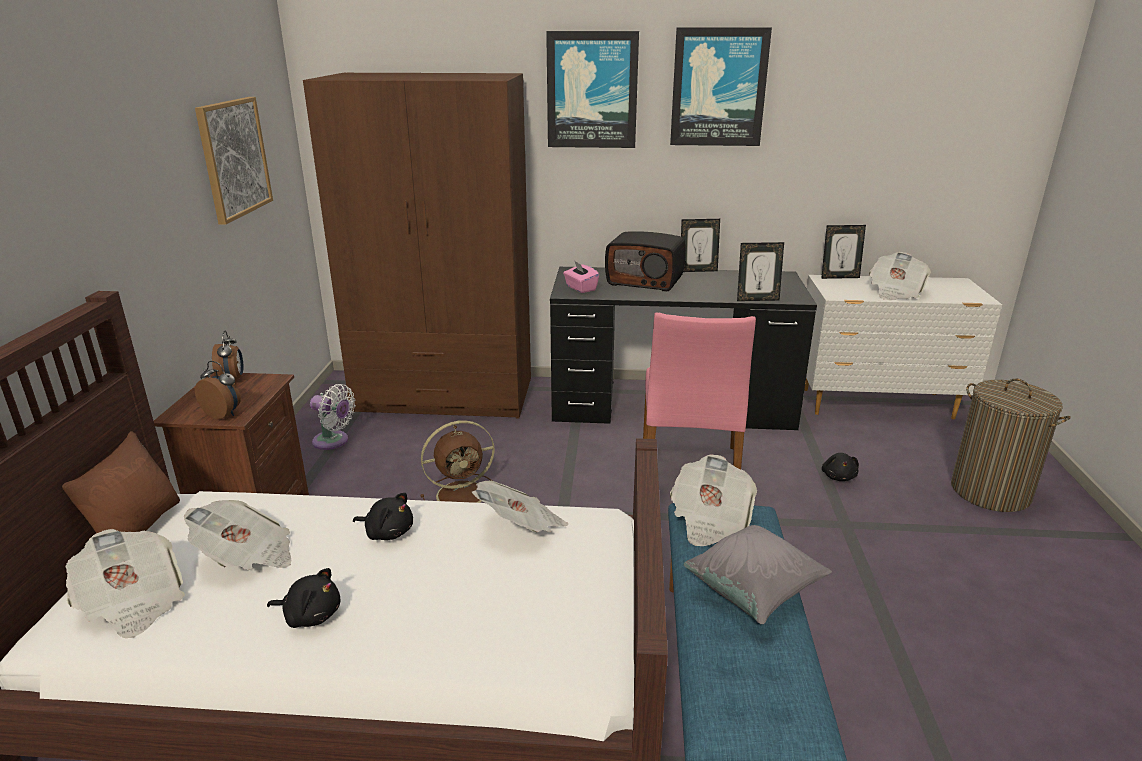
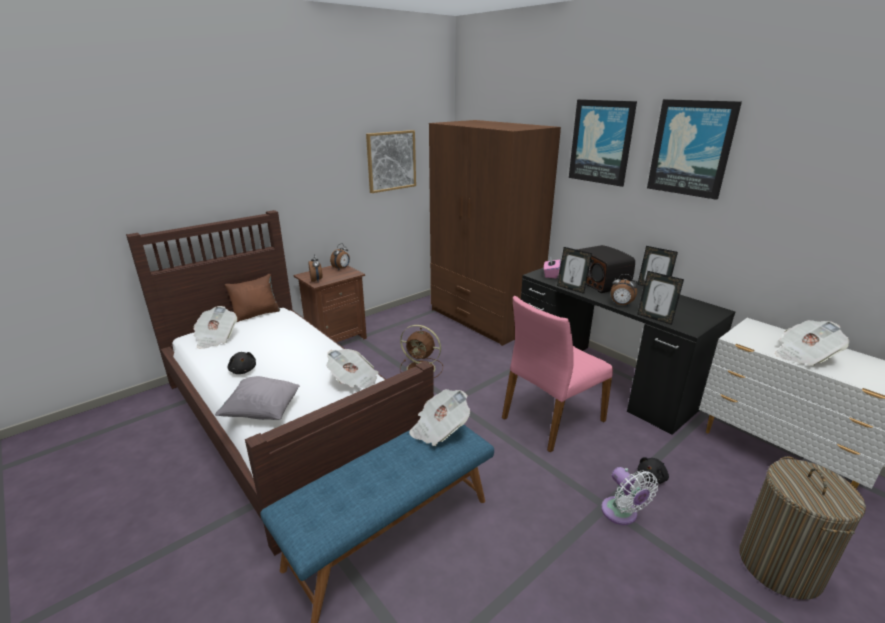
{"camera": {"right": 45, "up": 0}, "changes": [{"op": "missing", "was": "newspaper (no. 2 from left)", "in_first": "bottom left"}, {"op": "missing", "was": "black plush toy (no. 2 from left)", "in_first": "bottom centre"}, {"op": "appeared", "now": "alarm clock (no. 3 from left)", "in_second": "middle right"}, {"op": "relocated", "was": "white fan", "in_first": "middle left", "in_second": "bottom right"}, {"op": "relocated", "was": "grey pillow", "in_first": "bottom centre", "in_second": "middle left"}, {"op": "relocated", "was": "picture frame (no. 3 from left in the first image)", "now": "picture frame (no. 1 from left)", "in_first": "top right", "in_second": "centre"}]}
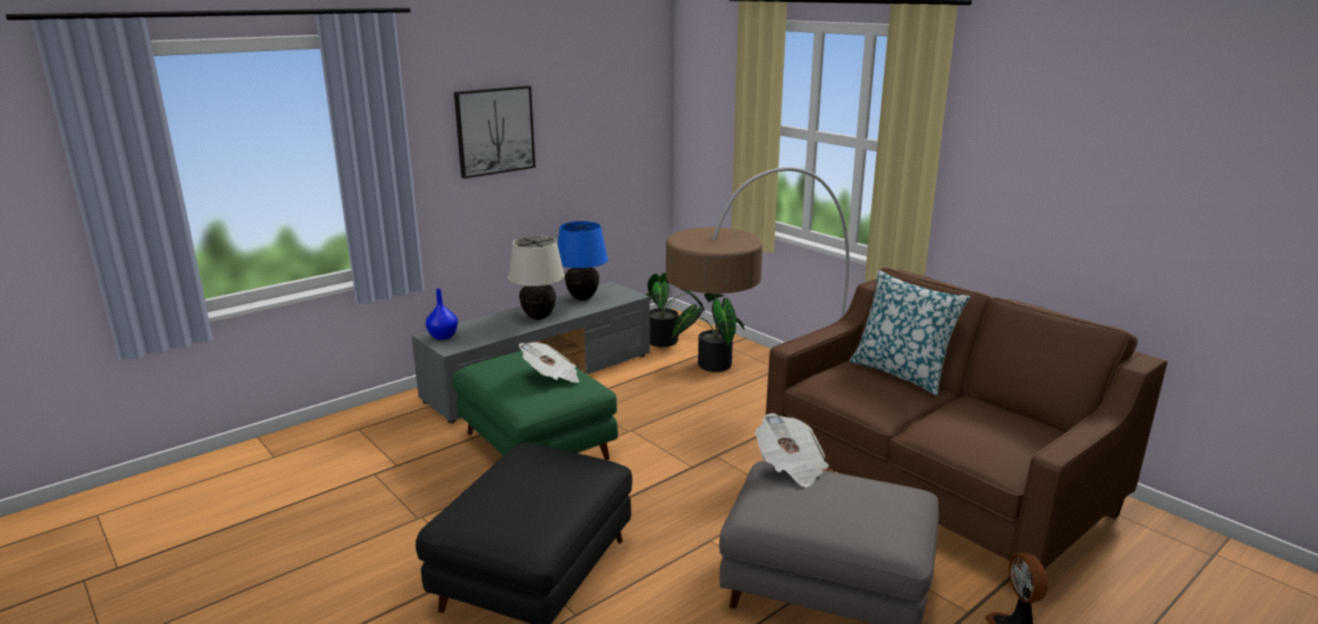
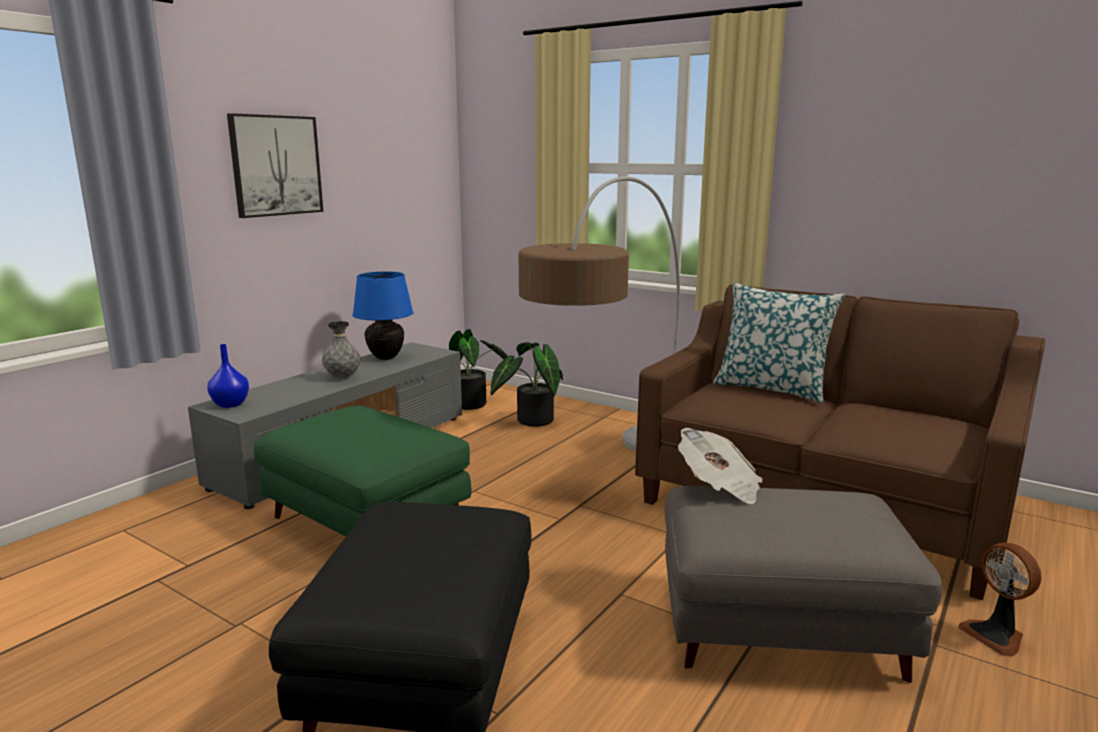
{"camera": {"right": -15, "up": -5}, "changes": [{"op": "missing", "was": "newspaper (no. 1 from left)", "in_first": "centre"}, {"op": "exchanged", "was": "beige table lamp", "now": "grey vase", "in_first": "centre", "in_second": "middle left"}]}
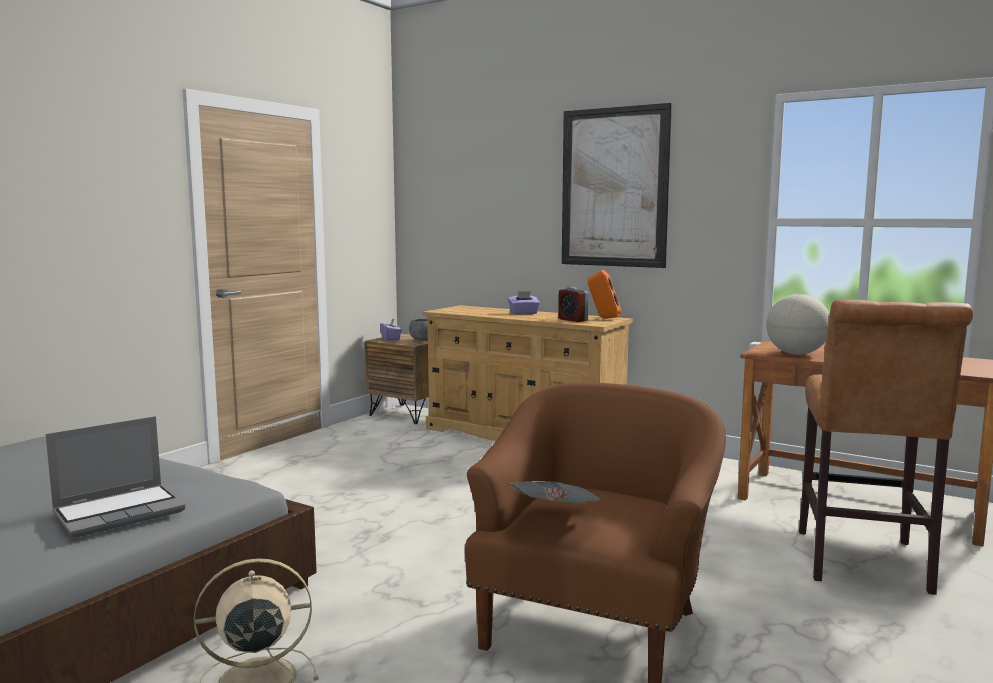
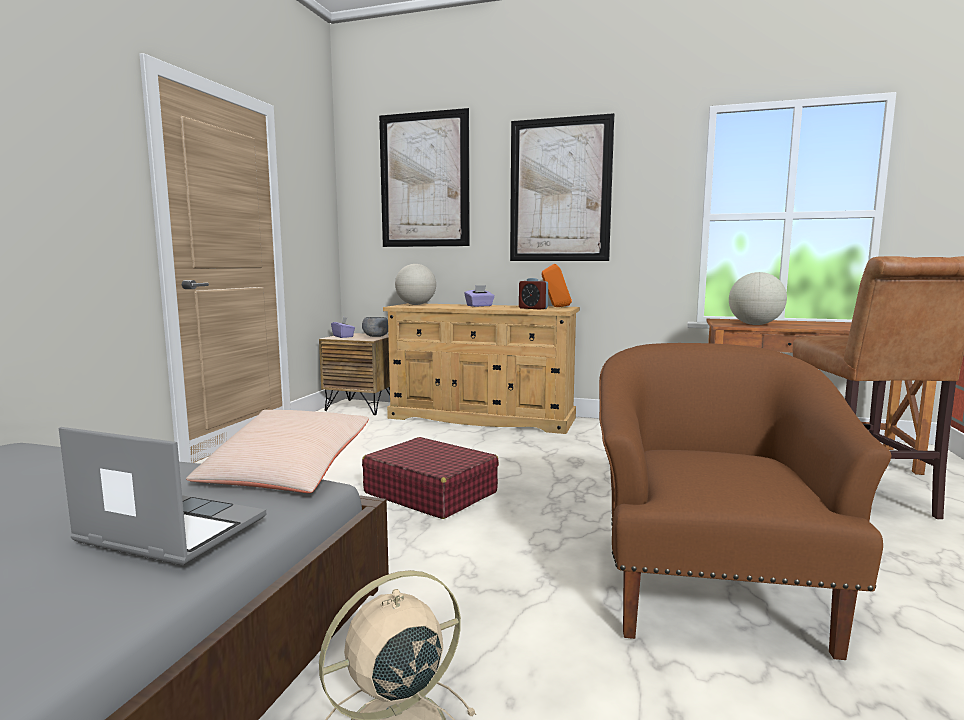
{"camera": {"right": -15, "up": 0}, "changes": [{"op": "missing", "was": "newspaper", "in_first": "bottom centre"}, {"op": "appeared", "now": "beige pillow", "in_second": "middle left"}, {"op": "appeared", "now": "red suitcase", "in_second": "centre"}, {"op": "appeared", "now": "picture (no. 1 from left)", "in_second": "top centre"}, {"op": "appeared", "now": "globe (no. 1 from left)", "in_second": "centre"}, {"op": "spun", "was": "laptop", "in_first": "bottom left", "in_second": "bottom left", "clockwise": -105}]}
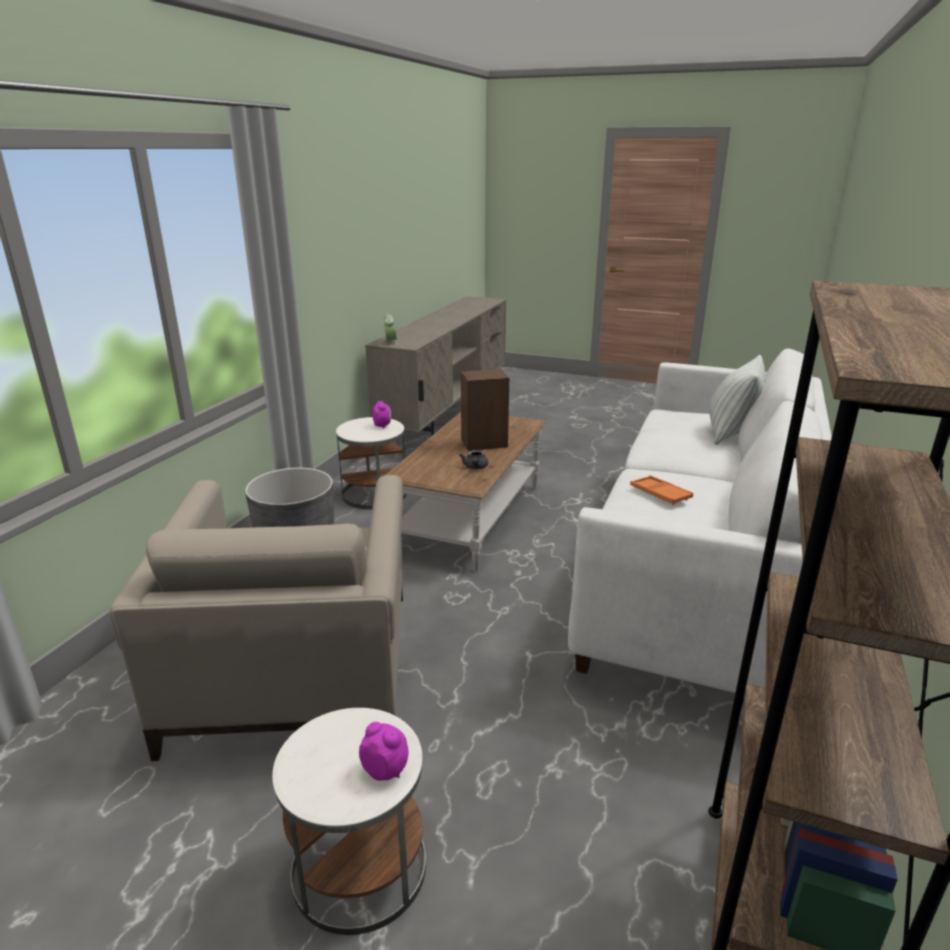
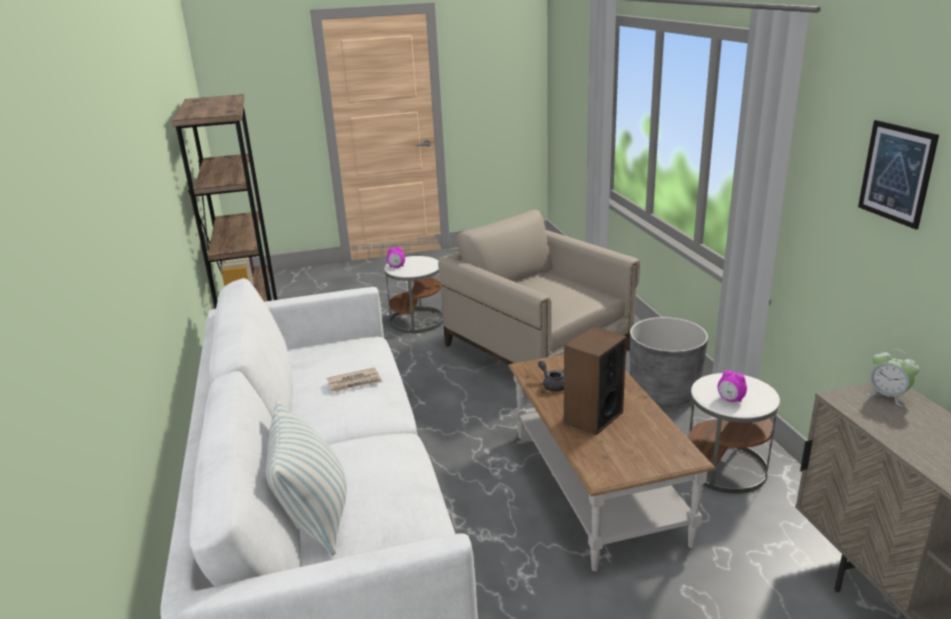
{"camera": {"right": 145, "up": 0}, "changes": [{"op": "appeared", "now": "picture", "in_second": "top right"}, {"op": "exchanged", "was": "orange tray", "now": "newspaper", "in_first": "middle right", "in_second": "centre"}]}
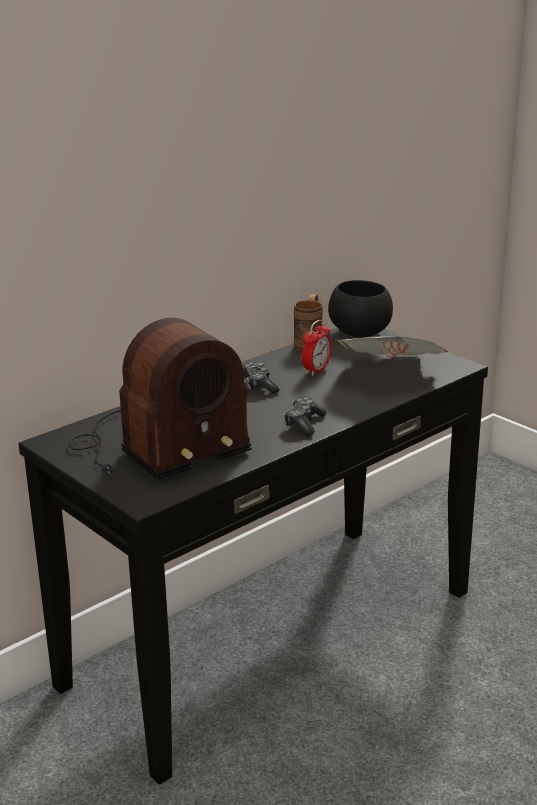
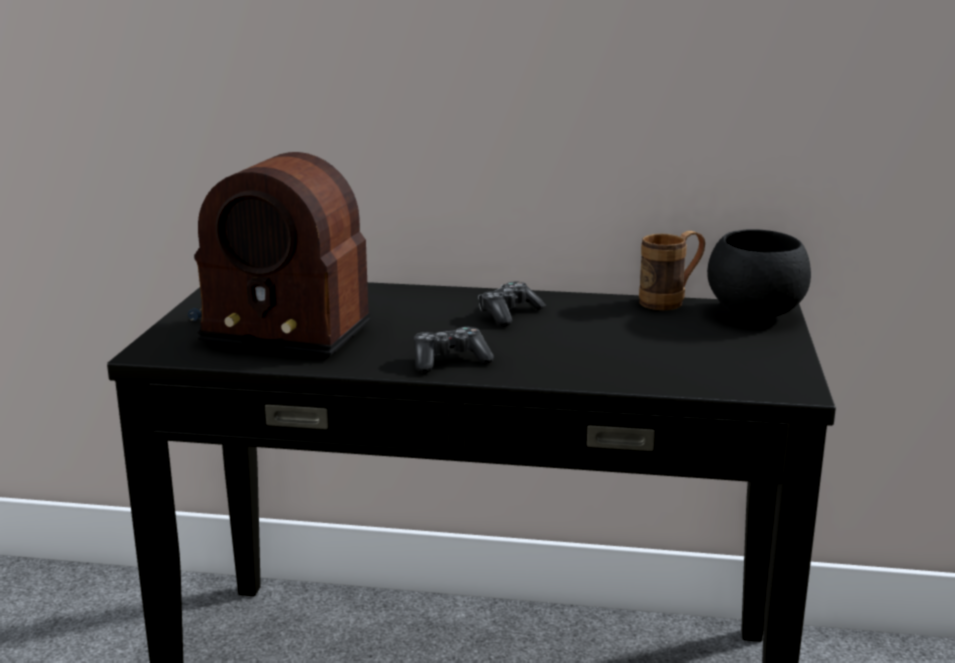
{"camera": {"right": 50, "up": -5}, "changes": [{"op": "missing", "was": "alarm clock", "in_first": "centre"}, {"op": "missing", "was": "newspaper", "in_first": "middle right"}]}
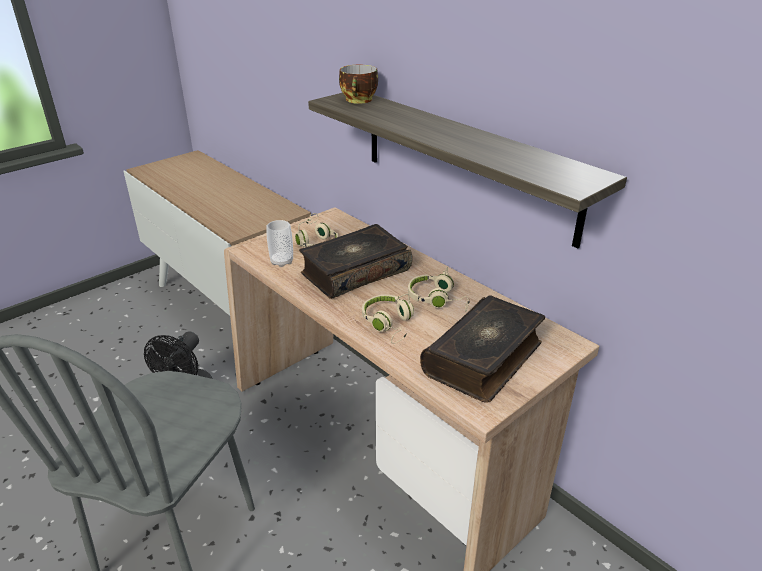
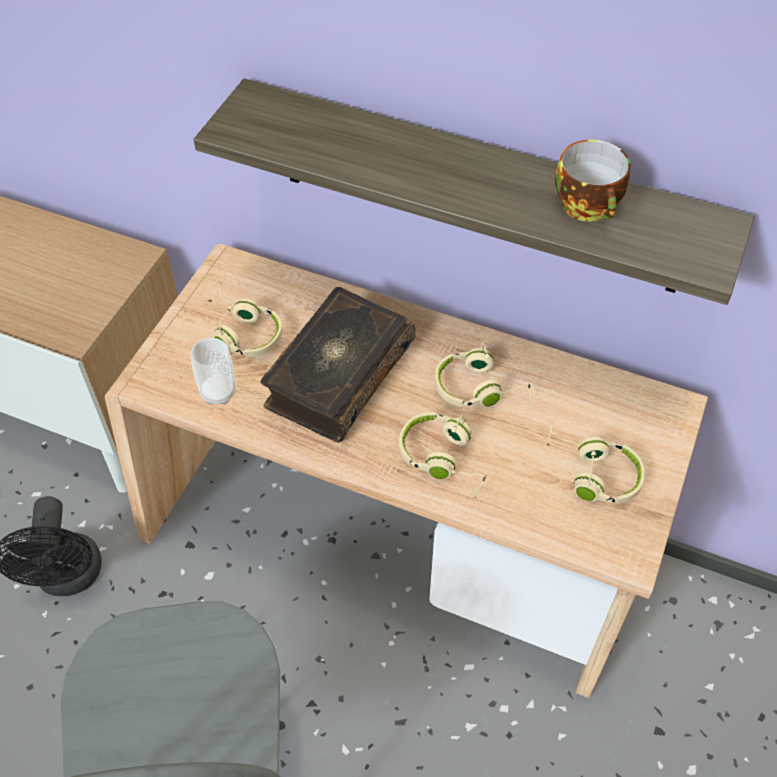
{"camera": {"right": -25, "up": 20}, "changes": [{"op": "relocated", "was": "cup (no. 2 from left)", "in_first": "top centre", "in_second": "top right"}, {"op": "exchanged", "was": "book (no. 2 from left)", "now": "beige headphones (no. 4 from left)", "in_first": "centre", "in_second": "middle right"}]}
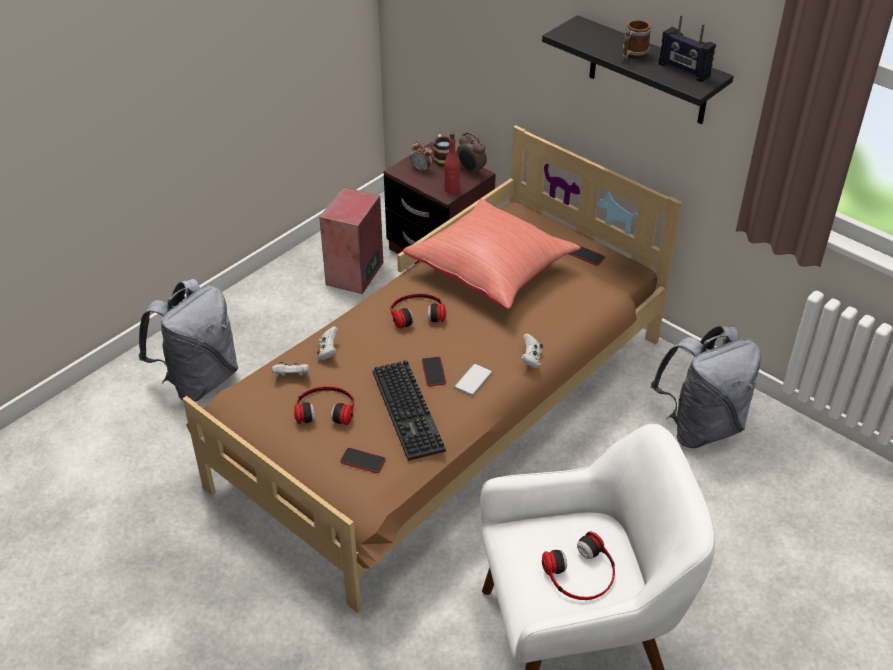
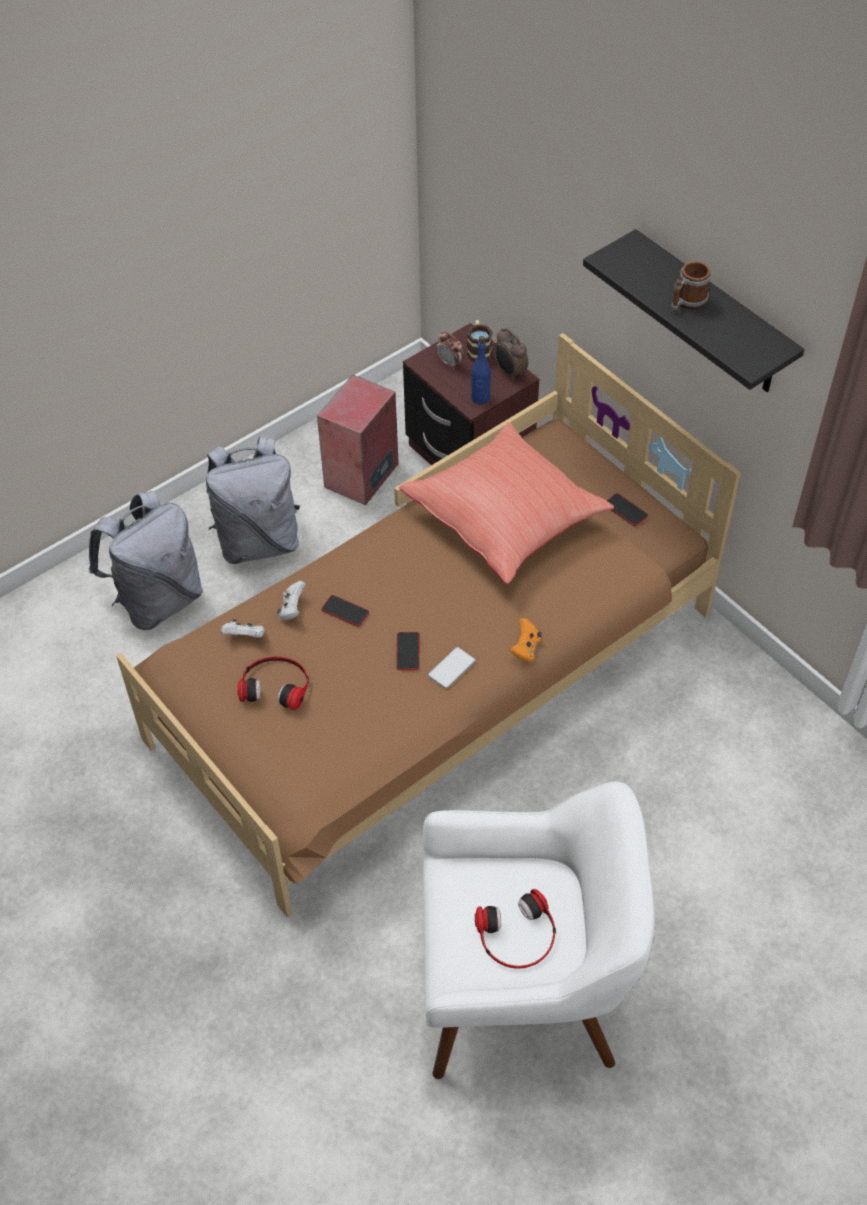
{"camera": {"right": 10, "up": 10}, "changes": [{"op": "missing", "was": "keyboard", "in_first": "centre"}, {"op": "missing", "was": "headphones (no. 2 from left)", "in_first": "centre"}, {"op": "missing", "was": "radio", "in_first": "top right"}, {"op": "relocated", "was": "phone (no. 1 from left)", "in_first": "bottom centre", "in_second": "centre"}, {"op": "relocated", "was": "grey backpack (no. 2 from left)", "in_first": "middle right", "in_second": "middle left"}, {"op": "colour", "was": "red bottle", "now": "blue bottle", "in_first": "top centre", "in_second": "top centre"}, {"op": "colour", "was": "white game controller (no. 3 from left)", "now": "orange game controller", "in_first": "centre", "in_second": "centre"}]}
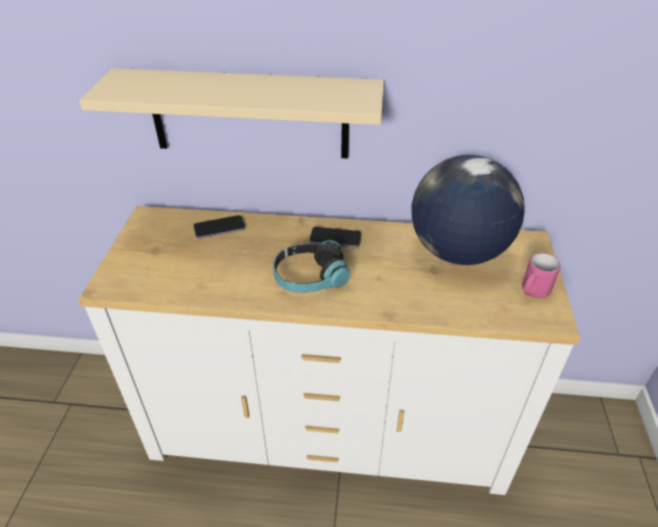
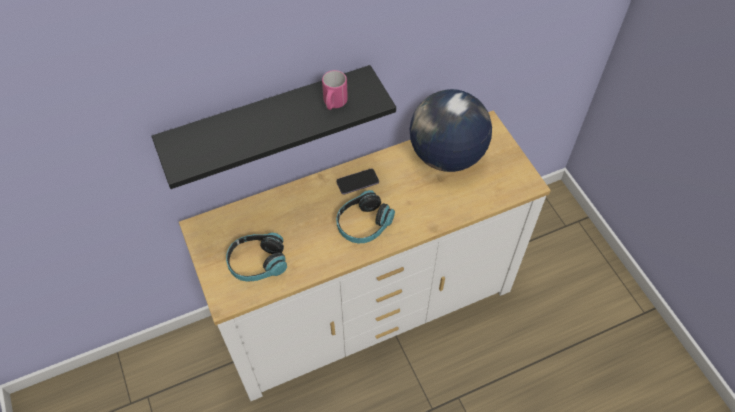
{"camera": {"right": -30, "up": 15}, "changes": [{"op": "missing", "was": "phone (no. 1 from left)", "in_first": "middle left"}, {"op": "appeared", "now": "headphones (no. 1 from left)", "in_second": "centre"}, {"op": "relocated", "was": "pink mug", "in_first": "middle right", "in_second": "top centre"}, {"op": "colour", "was": "beige shelf", "now": "black shelf", "in_first": "top centre", "in_second": "top centre"}]}
